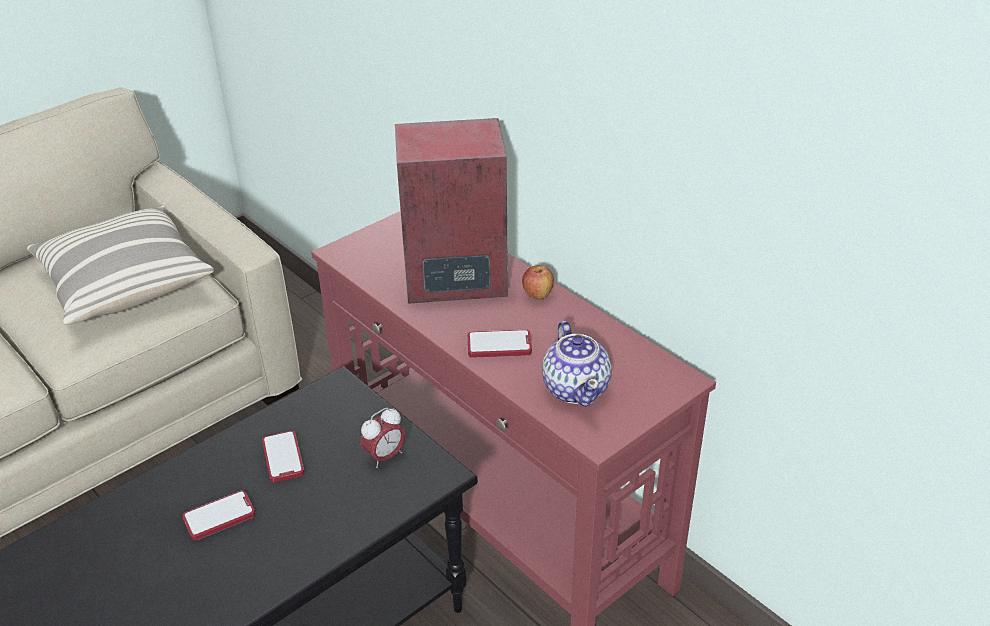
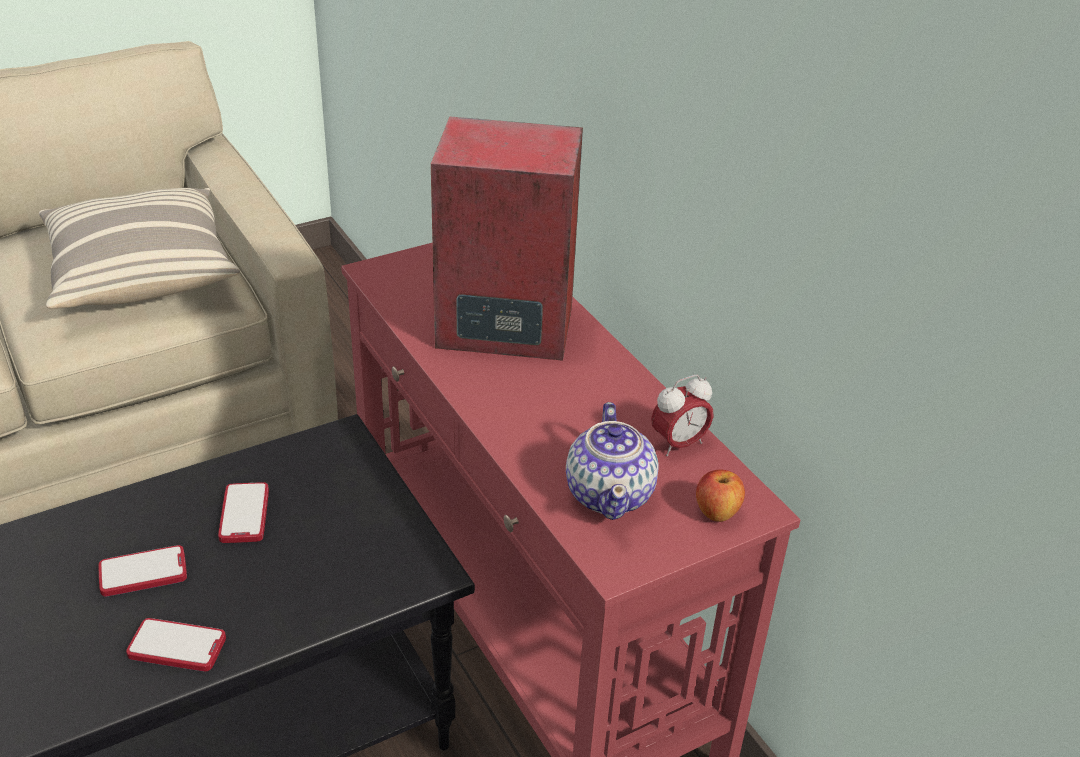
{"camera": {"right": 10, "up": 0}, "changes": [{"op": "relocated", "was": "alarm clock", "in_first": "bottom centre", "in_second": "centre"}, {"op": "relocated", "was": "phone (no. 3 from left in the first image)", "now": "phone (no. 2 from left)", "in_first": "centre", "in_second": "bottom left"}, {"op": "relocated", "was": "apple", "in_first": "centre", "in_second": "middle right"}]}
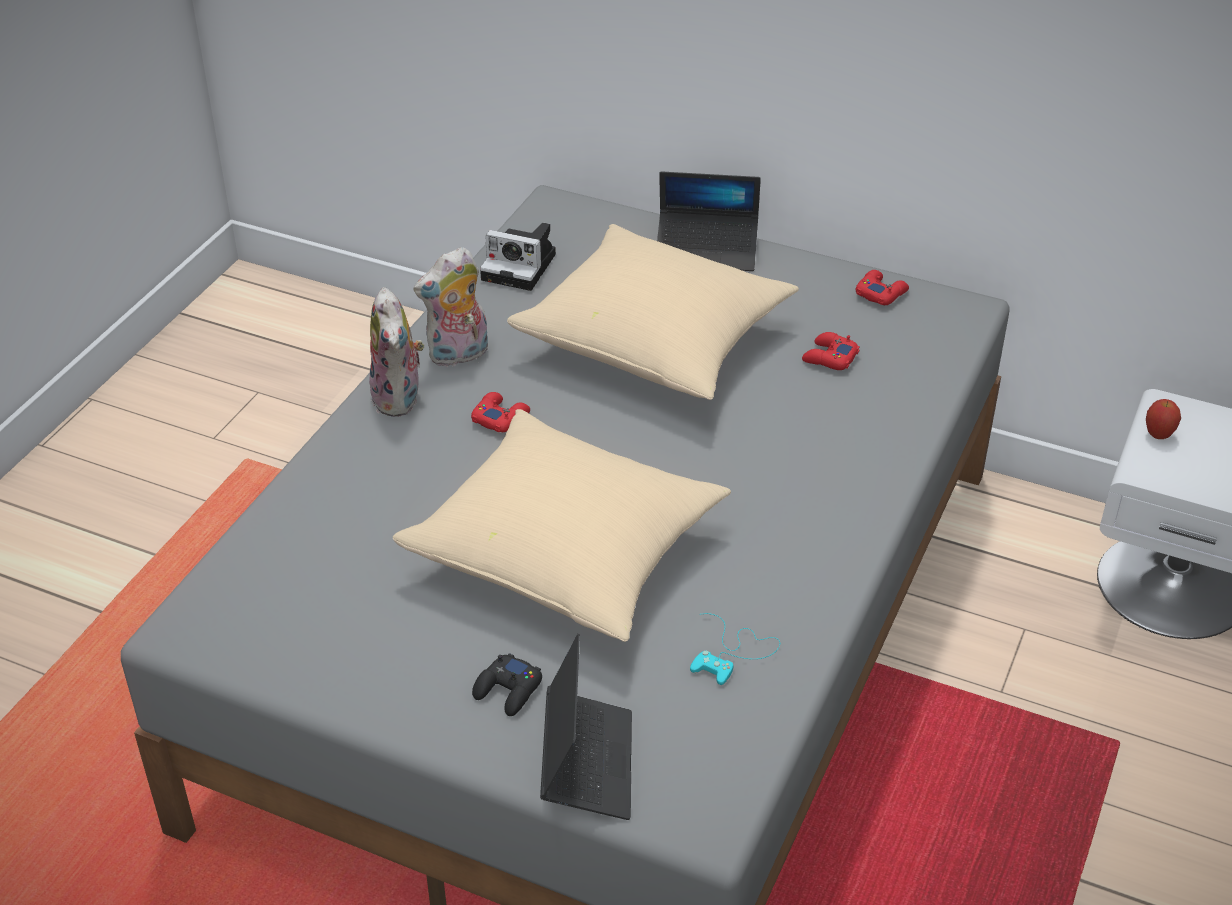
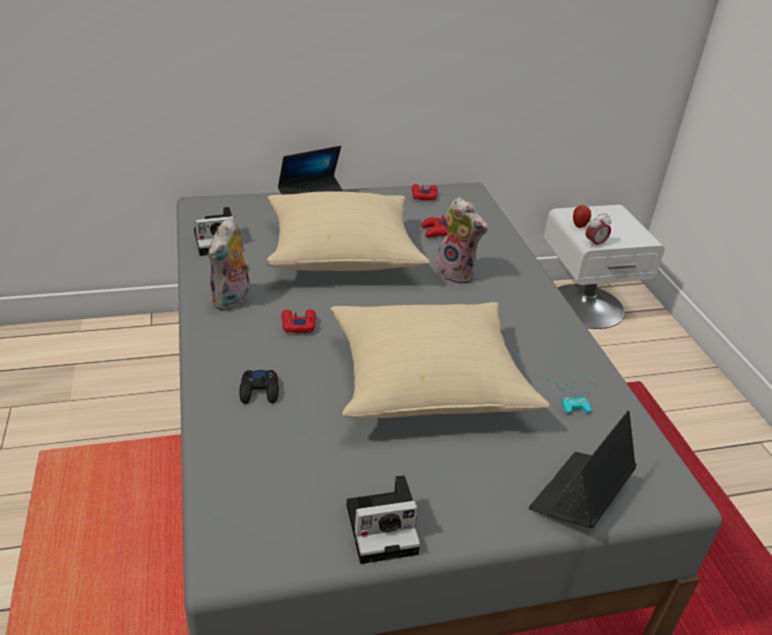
{"camera": {"right": -40, "up": -5}, "changes": [{"op": "appeared", "now": "photo camera (no. 2 from left)", "in_second": "bottom centre"}, {"op": "appeared", "now": "alarm clock", "in_second": "middle right"}, {"op": "relocated", "was": "plush toy (no. 1 from left in the first image)", "now": "plush toy (no. 2 from left)", "in_first": "middle left", "in_second": "centre"}, {"op": "relocated", "was": "black game controller", "in_first": "bottom centre", "in_second": "centre"}, {"op": "spun", "was": "laptop (no. 1 from left in the first image)", "in_first": "bottom centre", "in_second": "bottom right", "clockwise": -105}]}
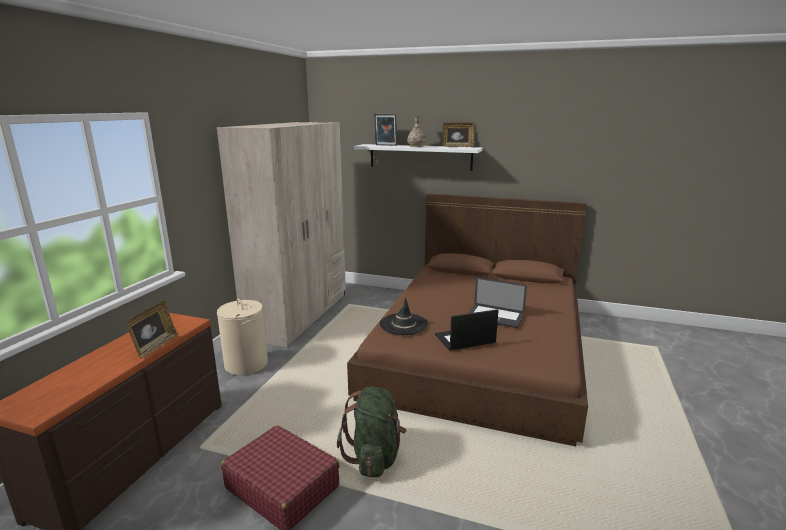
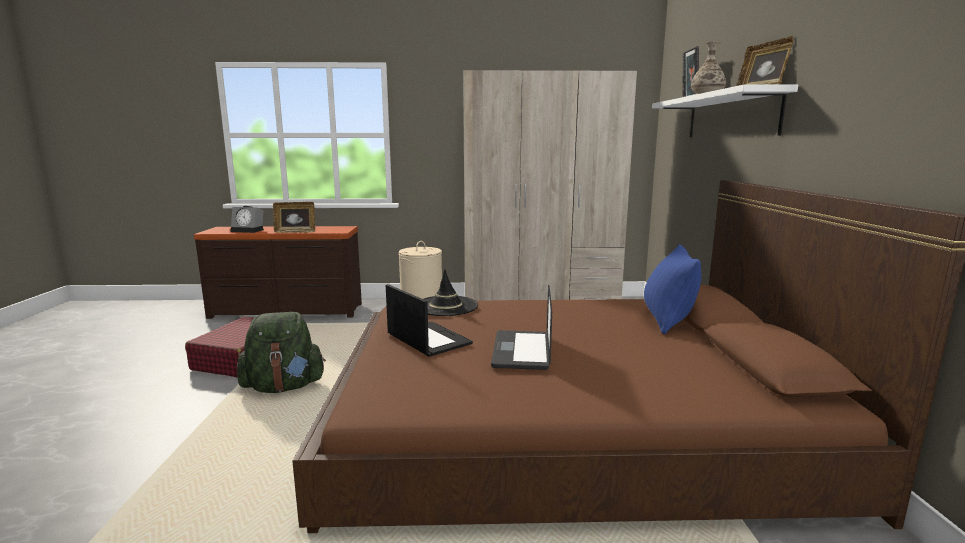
{"camera": {"right": 70, "up": -5}, "changes": [{"op": "appeared", "now": "alarm clock", "in_second": "middle left"}, {"op": "appeared", "now": "blue pillow", "in_second": "middle right"}]}
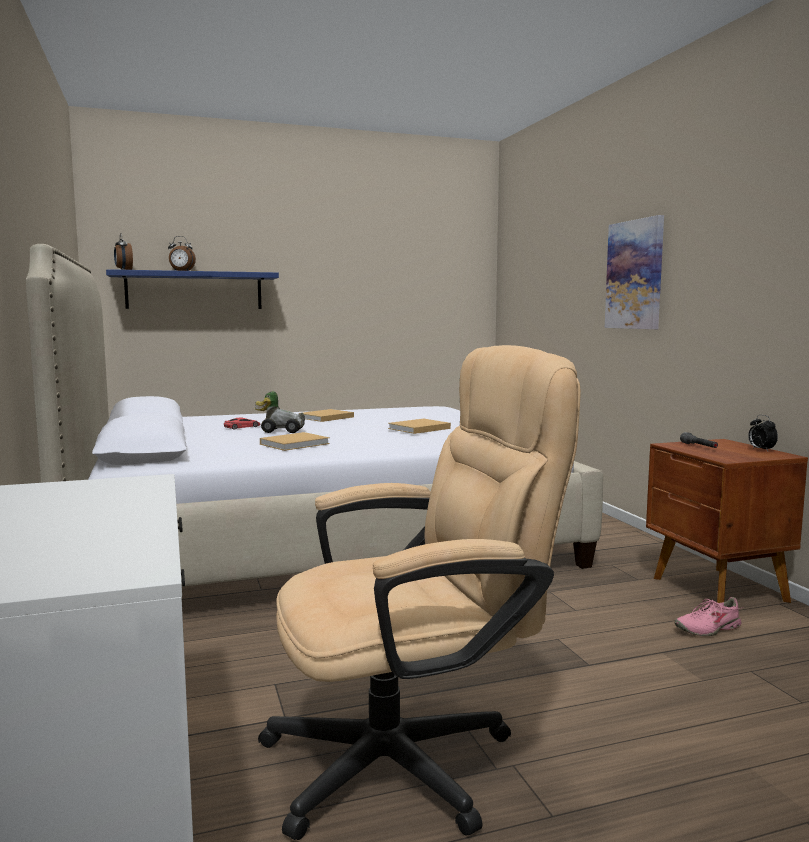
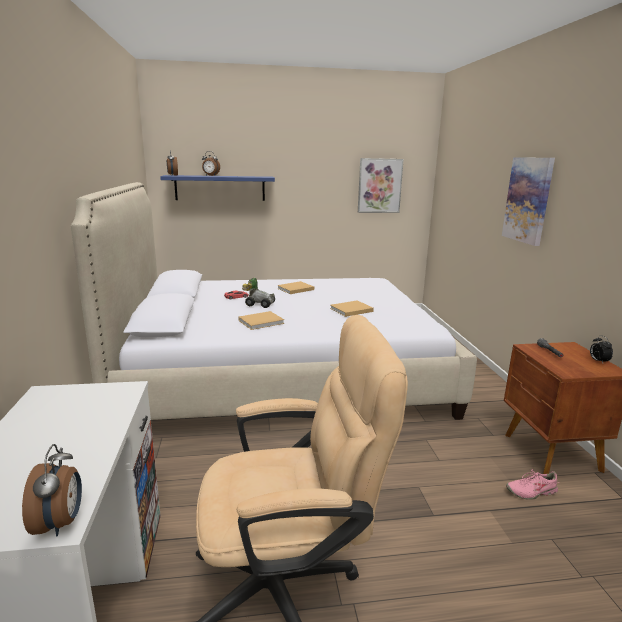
{"camera": {"right": 10, "up": 10}, "changes": [{"op": "appeared", "now": "alarm clock (no. 1 from left)", "in_second": "bottom left"}, {"op": "appeared", "now": "picture (no. 1 from left)", "in_second": "top centre"}]}
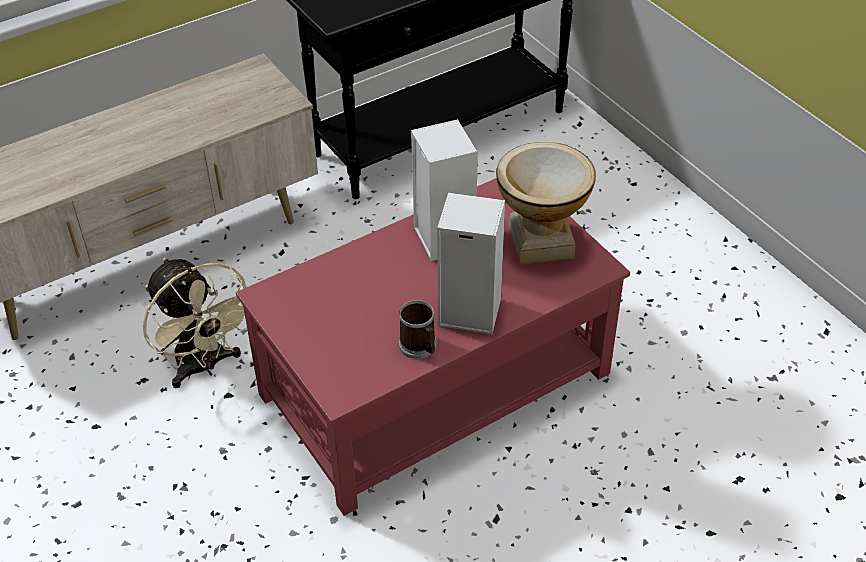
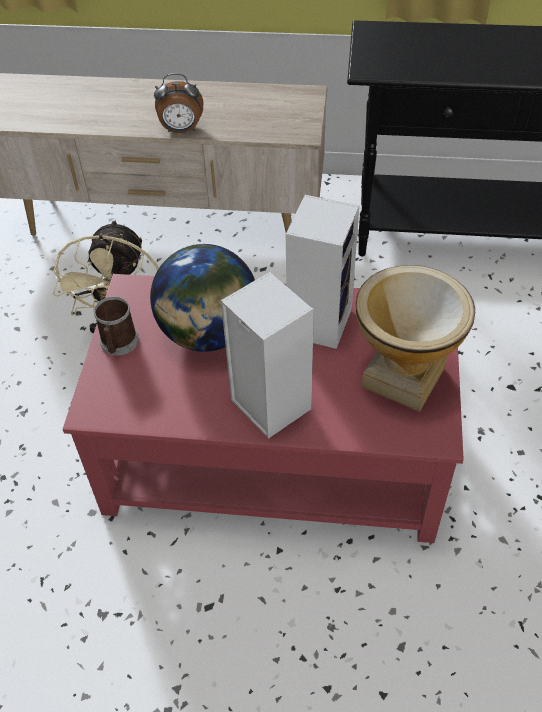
{"camera": {"right": 40, "up": 5}, "changes": [{"op": "appeared", "now": "globe", "in_second": "centre"}, {"op": "appeared", "now": "alarm clock", "in_second": "top left"}, {"op": "relocated", "was": "mug", "in_first": "centre", "in_second": "middle left"}]}
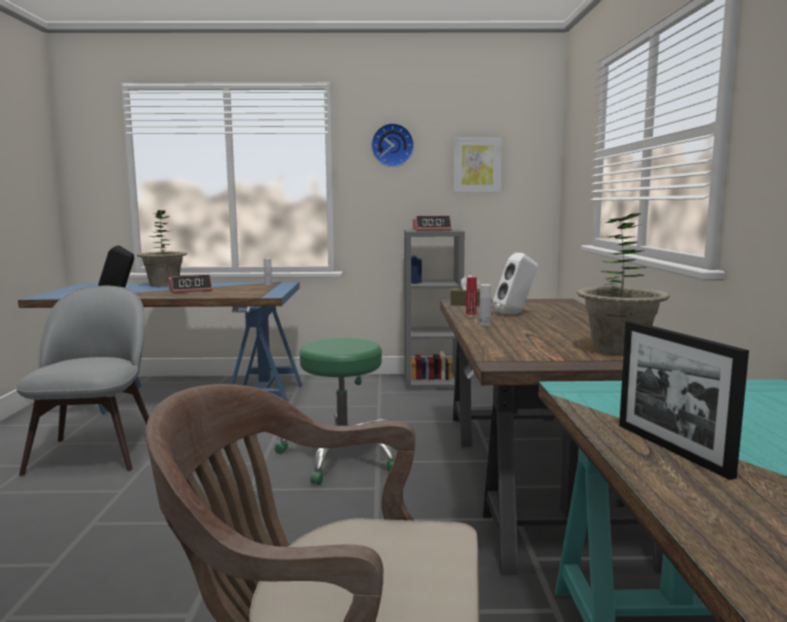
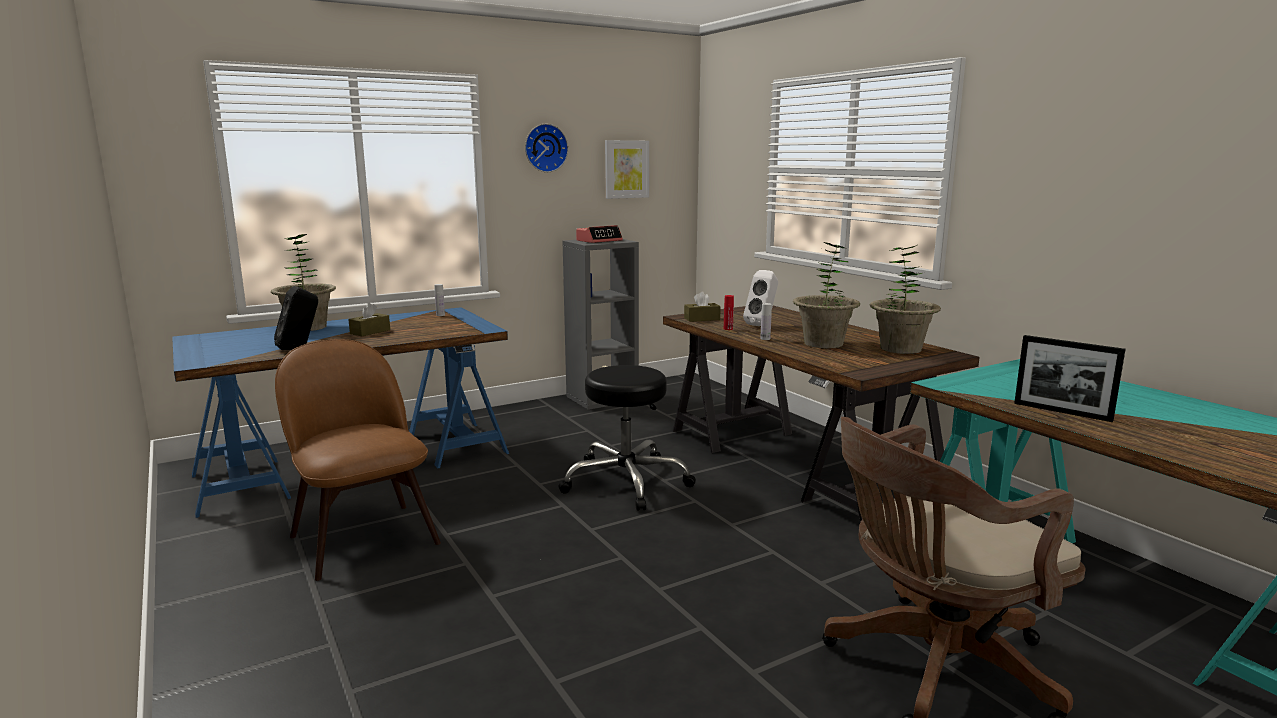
{"camera": {"right": -30, "up": 5}, "changes": [{"op": "appeared", "now": "potted plant (no. 2 from left)", "in_second": "centre"}, {"op": "exchanged", "was": "alarm clock (no. 1 from left)", "now": "brown tissue box (no. 1 from left)", "in_first": "middle left", "in_second": "middle left"}, {"op": "colour", "was": "grey chair", "now": "brown chair", "in_first": "middle left", "in_second": "middle left"}, {"op": "colour", "was": "green stool", "now": "black stool", "in_first": "centre", "in_second": "centre"}]}
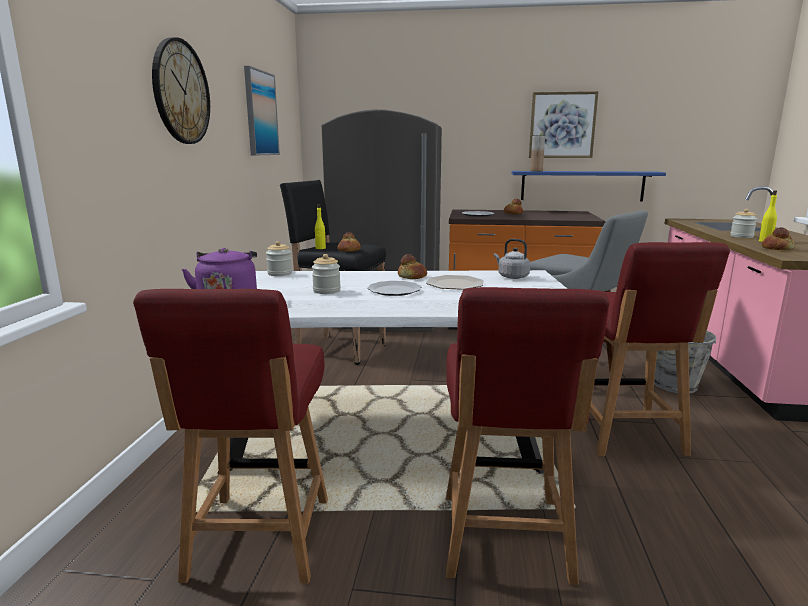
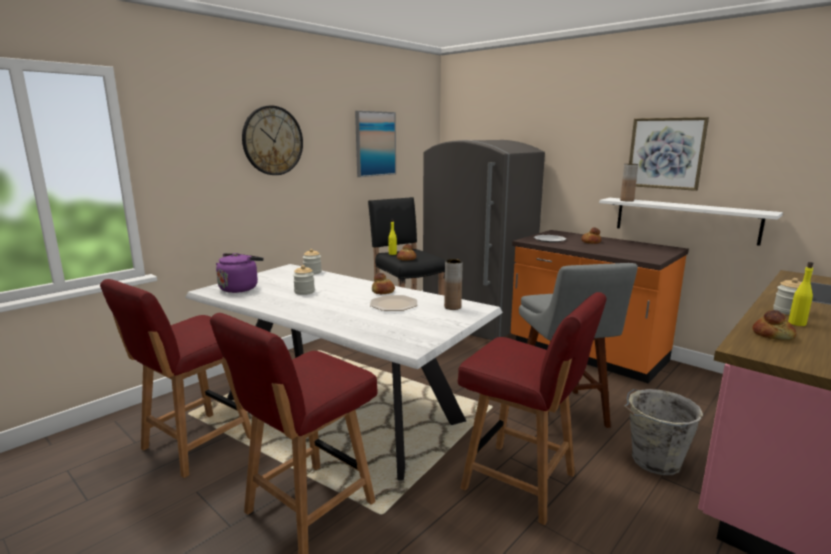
{"camera": {"right": 35, "up": 0}, "changes": [{"op": "missing", "was": "plate (no. 1 from left)", "in_first": "centre"}, {"op": "exchanged", "was": "grey kettle", "now": "brown vase (no. 1 from left)", "in_first": "centre", "in_second": "centre"}, {"op": "colour", "was": "blue shelf", "now": "white shelf", "in_first": "top right", "in_second": "middle right"}, {"op": "spun", "was": "red chair (no. 3 from left)", "in_first": "middle right", "in_second": "bottom centre", "clockwise": -90}]}
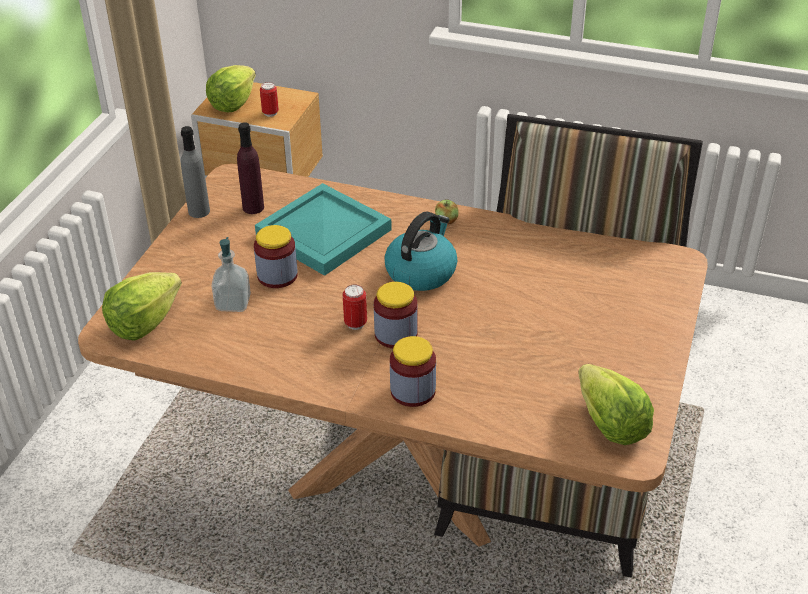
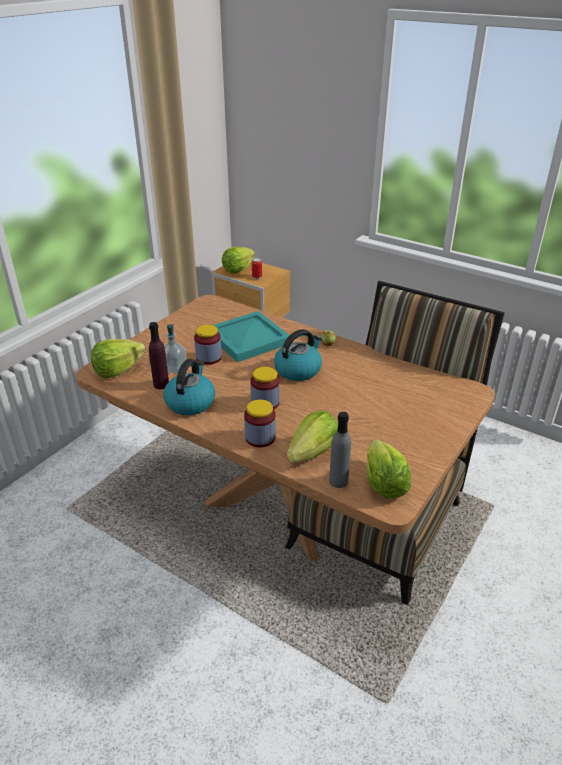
{"camera": {"right": 15, "up": -5}, "changes": [{"op": "missing", "was": "can (no. 2 from left)", "in_first": "centre"}, {"op": "appeared", "now": "kettle (no. 1 from left)", "in_second": "centre"}, {"op": "appeared", "now": "lettuce (no. 3 from left)", "in_second": "centre"}, {"op": "relocated", "was": "grey bottle", "in_first": "top left", "in_second": "centre"}, {"op": "relocated", "was": "purple bottle", "in_first": "top left", "in_second": "middle left"}]}
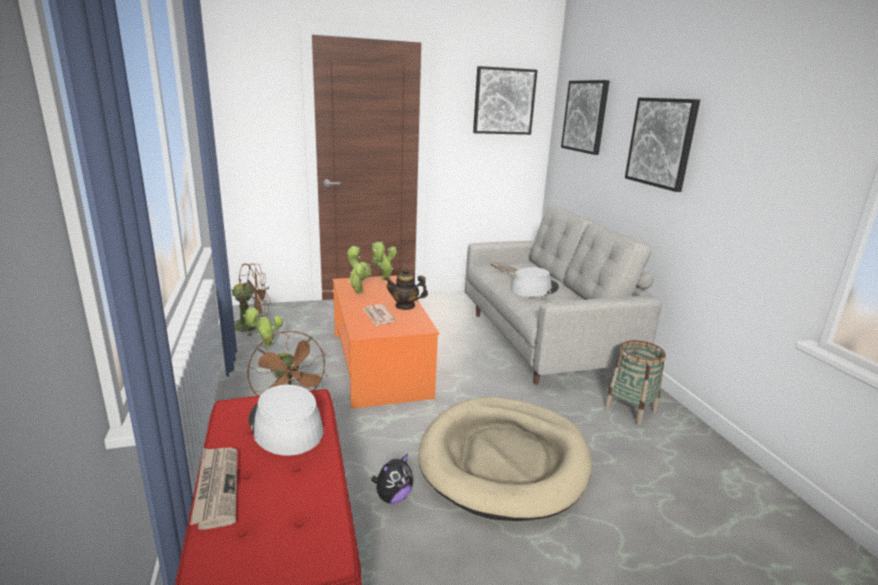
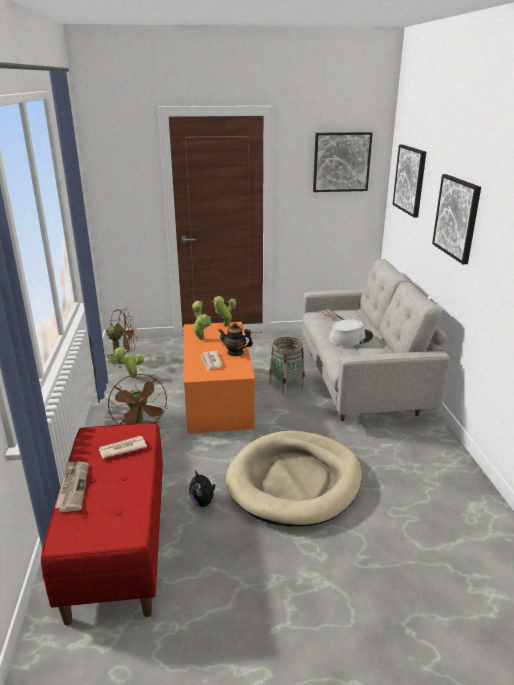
{"camera": {"right": 10, "up": 5}, "changes": [{"op": "relocated", "was": "basket", "in_first": "middle right", "in_second": "centre"}, {"op": "exchanged", "was": "grey hat (no. 1 from left)", "now": "newspaper (no. 2 from left)", "in_first": "bottom left", "in_second": "middle left"}, {"op": "spun", "was": "plush toy", "in_first": "bottom centre", "in_second": "bottom centre", "clockwise": 90}]}
